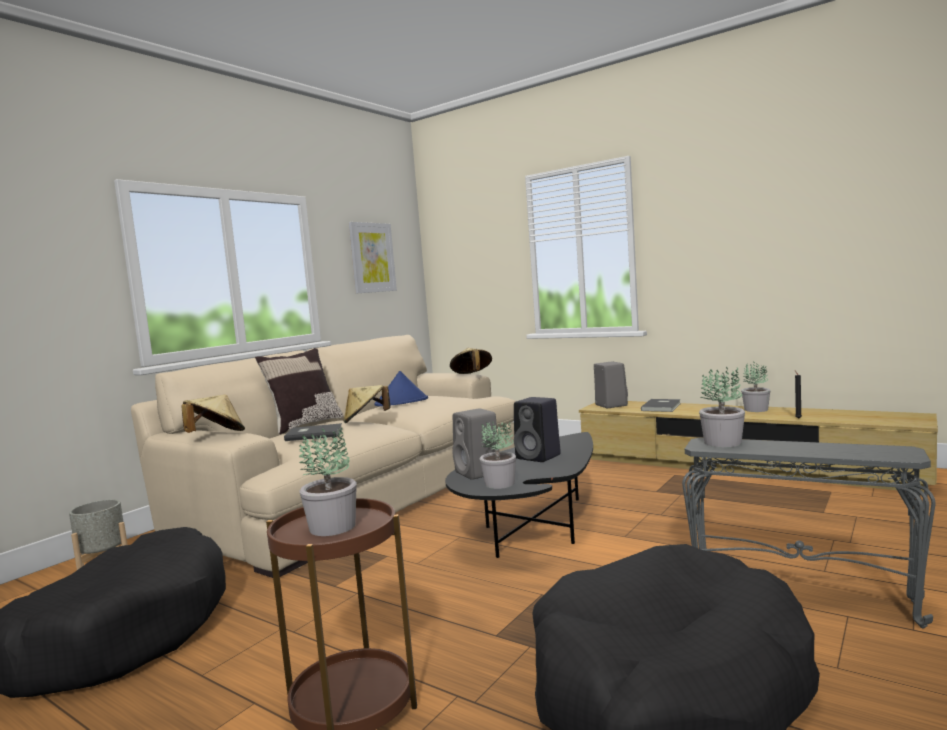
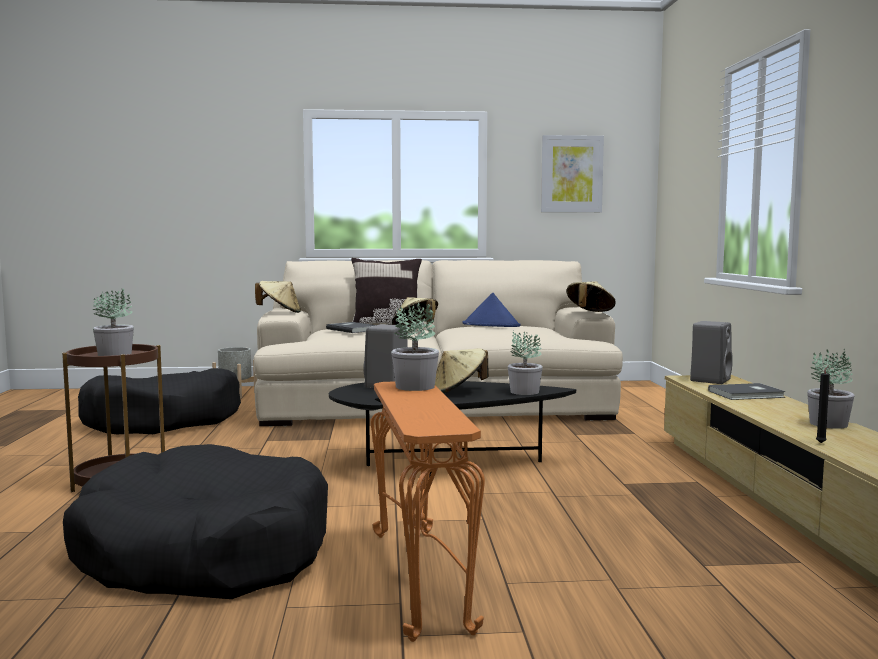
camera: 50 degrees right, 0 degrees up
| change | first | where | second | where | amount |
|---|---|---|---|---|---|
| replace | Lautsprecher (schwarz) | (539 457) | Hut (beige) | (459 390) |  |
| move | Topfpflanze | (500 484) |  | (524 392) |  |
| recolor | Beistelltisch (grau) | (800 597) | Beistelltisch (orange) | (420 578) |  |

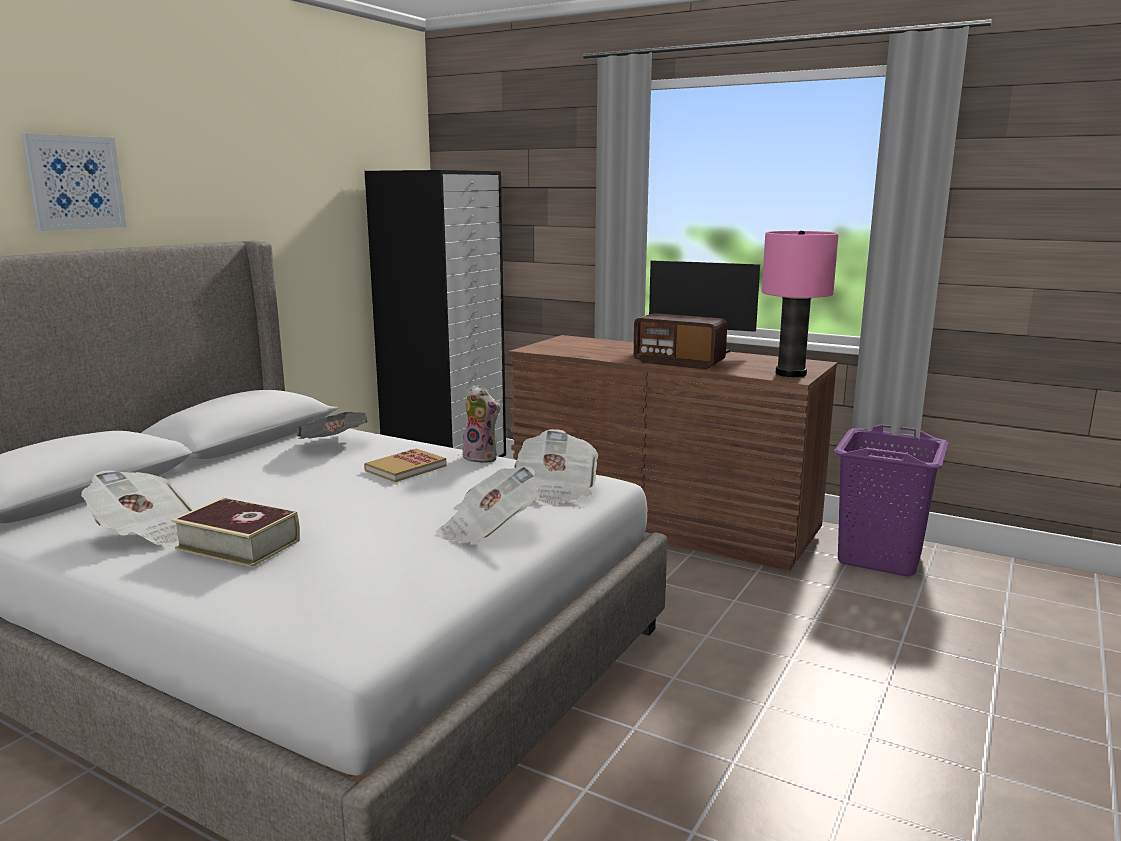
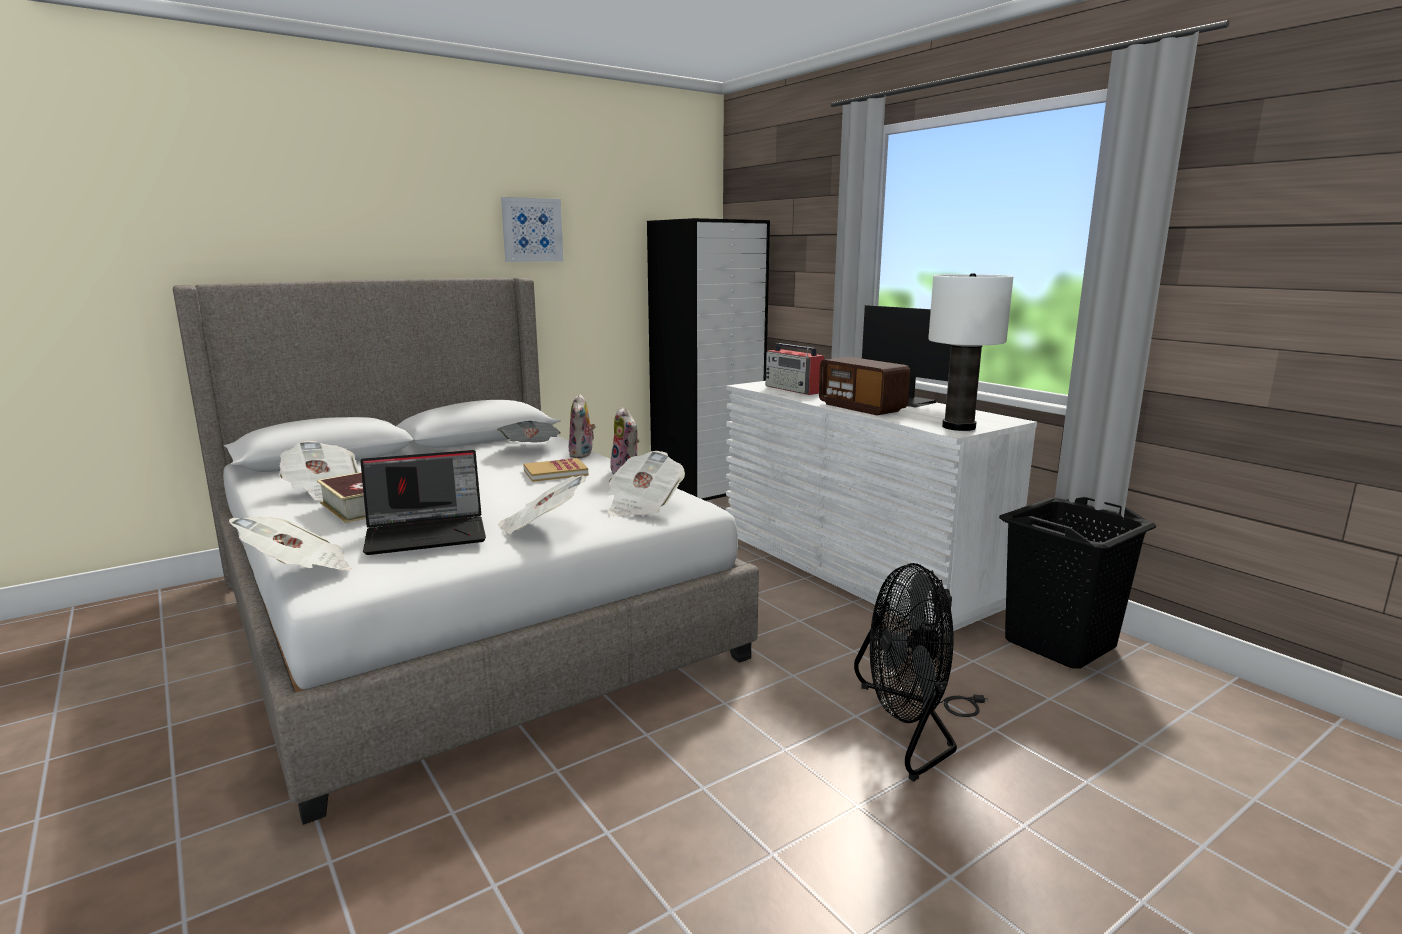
camera: 25 degrees right, 0 degrees up
| change | first | where | second | where | amount |
|---|---|---|---|---|---|
| move | Bild | (74 183) |  | (532 230) |  |
| recolor | Tischlampe (rosa) | (790 374) | Tischlampe (weiß) | (958 427) |  |
| recolor | Kommode (braun) | (662 524) | Kommode (weiß) | (855 569) |  |
| recolor | Wäschekorb (lila) | (880 557) | Wäschekorb (schwarz) | (1060 644) |  |
| insert |  |  | Radio | (794 389) |  |
| insert |  |  | Plüschtier | (582 455) |  |
| insert |  |  | Laptop | (428 533) |  |
| insert |  |  | Zeitung | (298 569) |  |
| insert |  |  | Ventilator (schwarz) | (915 724) |  |

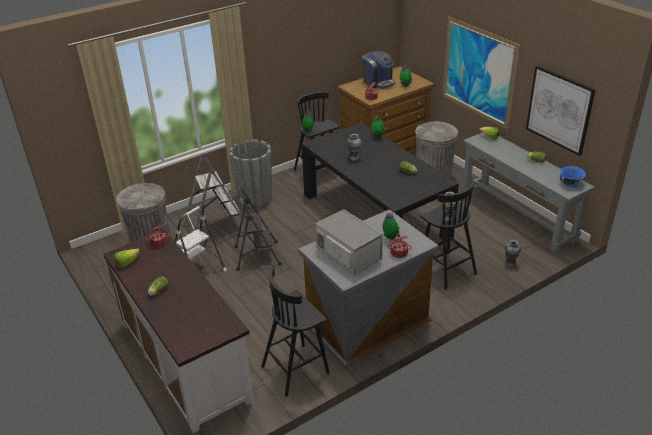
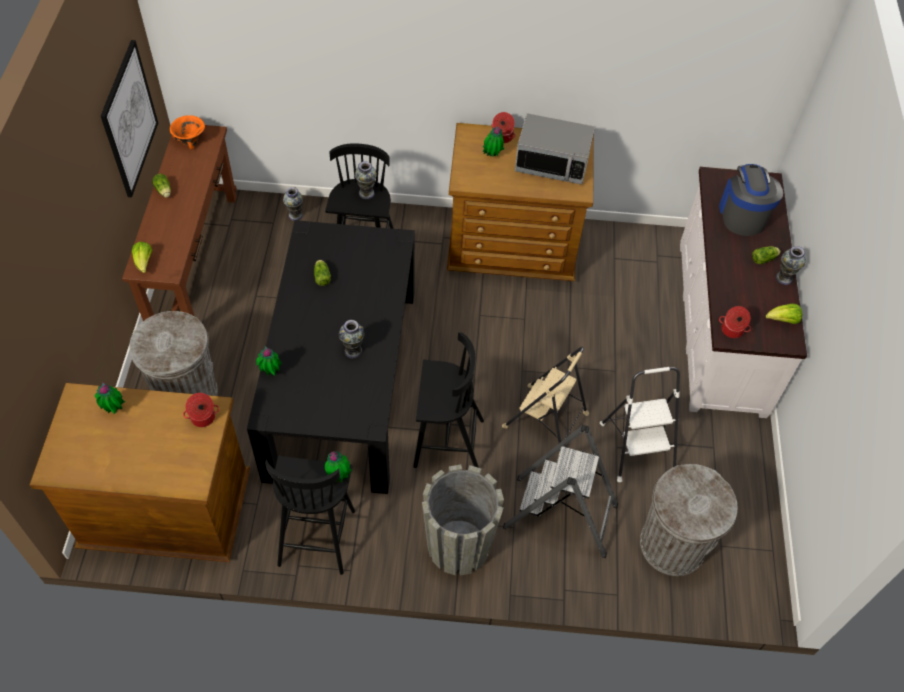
camera: 145 degrees left, 20 degrees up
| change | first | where | second | where | amount |
|---|---|---|---|---|---|
| delete | Bild | (478 72) |  |  |  |
| move | Kaffeemaschine | (378 82) |  | (742 215) |  |
| recolor | Konsolentisch (grau) | (516 216) | Konsolentisch (braun) | (195 262) |  |
| recolor | Schüssel (blau) | (570 183) | Schüssel (orange) | (190 140) |  |
| recolor | Trittleiter (schwarz) | (255 255) | Trittleiter (beige) | (548 421) |  |
| recolor | Kommode (grau) | (367 326) | Kommode (braun) | (513 247) |  |
| rotate | Mikrowelle | (348 255) |  | (552 164) | 75 degrees counterclockwise |
| move | Hocker (schwarz) | (297 368) |  | (445 443) |  |
| insert |  |  | Vase | (784 278) |  |

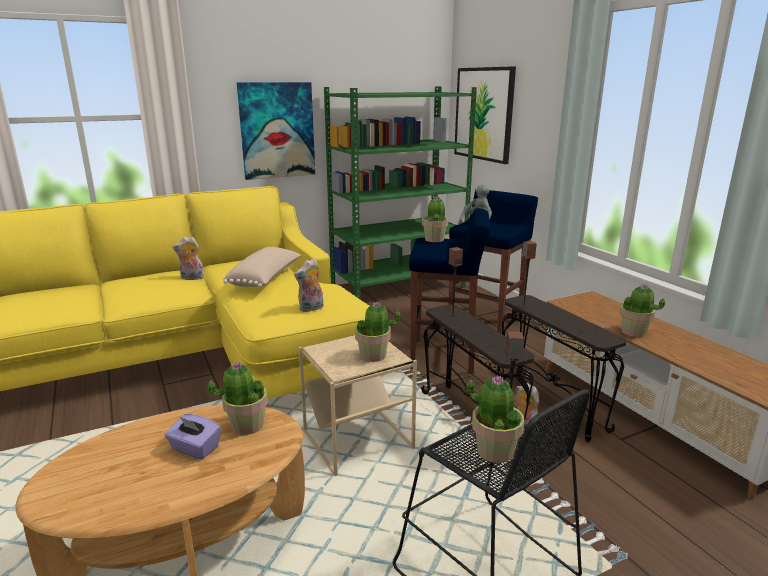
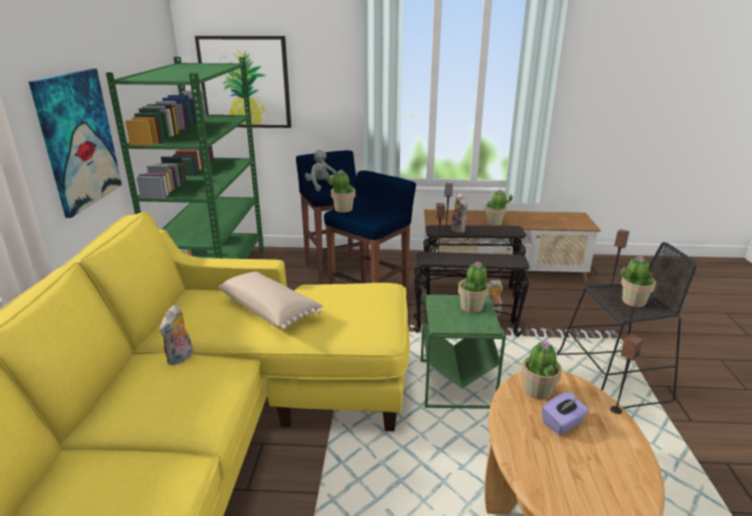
camera: 60 degrees left, 5 degrees up
| change | first | where | second | where | amount |
|---|---|---|---|---|---|
| move | Plüschtier | (311 309) |  | (459 229) |  |
| recolor | Beistelltisch (beige) | (359 440) | Beistelltisch (grün) | (456 383) |  |
| insert |  |  | Lautsprecher | (615 410) |  |

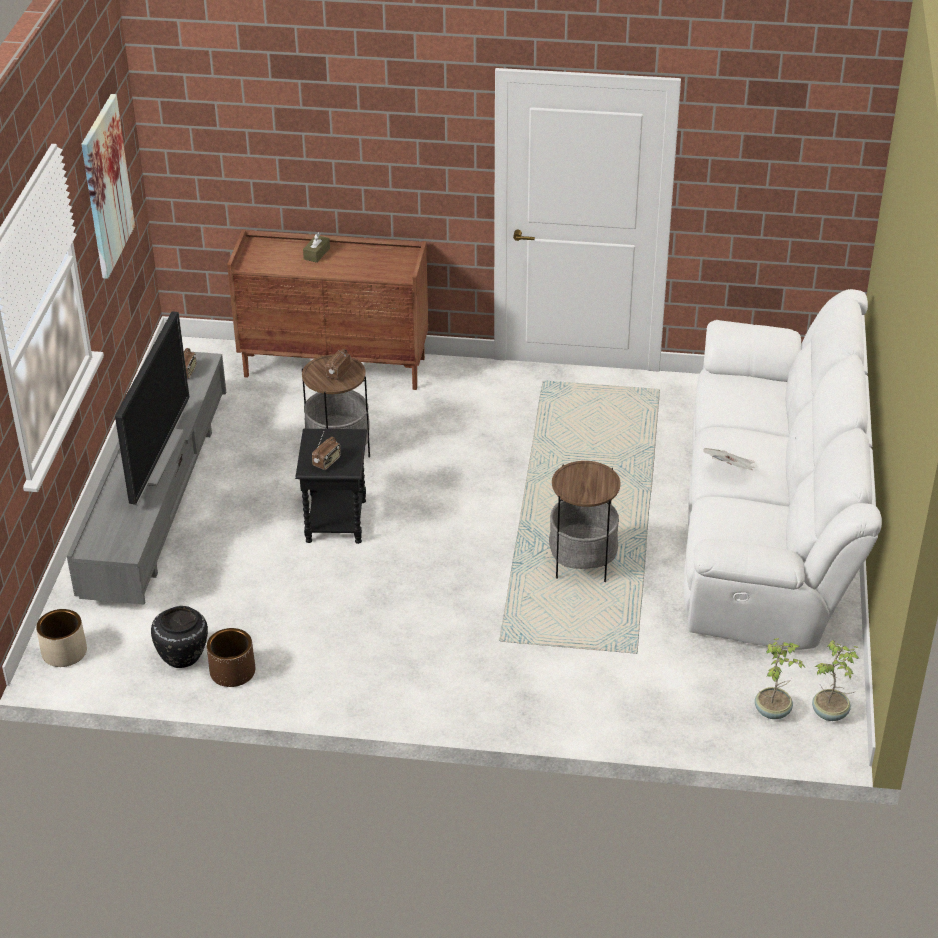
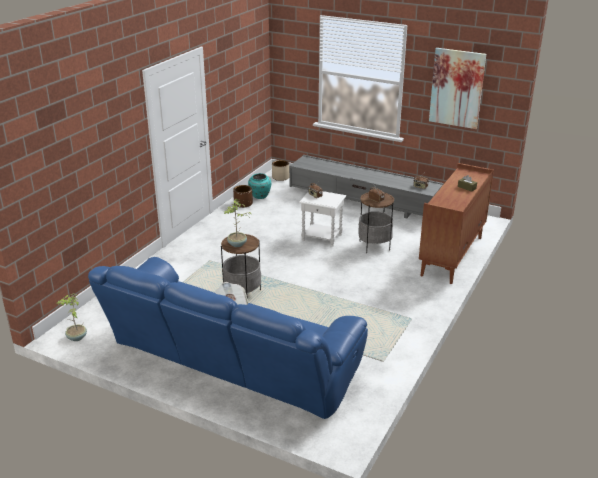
camera: 110 degrees right, 10 degrees down
| change | first | where | second | where | amount |
|---|---|---|---|---|---|
| recolor | Sofa (weiß) | (769 520) | Sofa (blau) | (229 366) |  |
| delete | Fernseher | (156 456) |  |  |  |
| recolor | Beistelltisch (schwarz) | (334 520) | Beistelltisch (weiß) | (322 237) |  |
| recolor | Vase (schwarz) | (183 657) | Vase (türkis) | (259 196) |  |
| move | Topfpflanze | (773 711) |  | (237 244) |  |

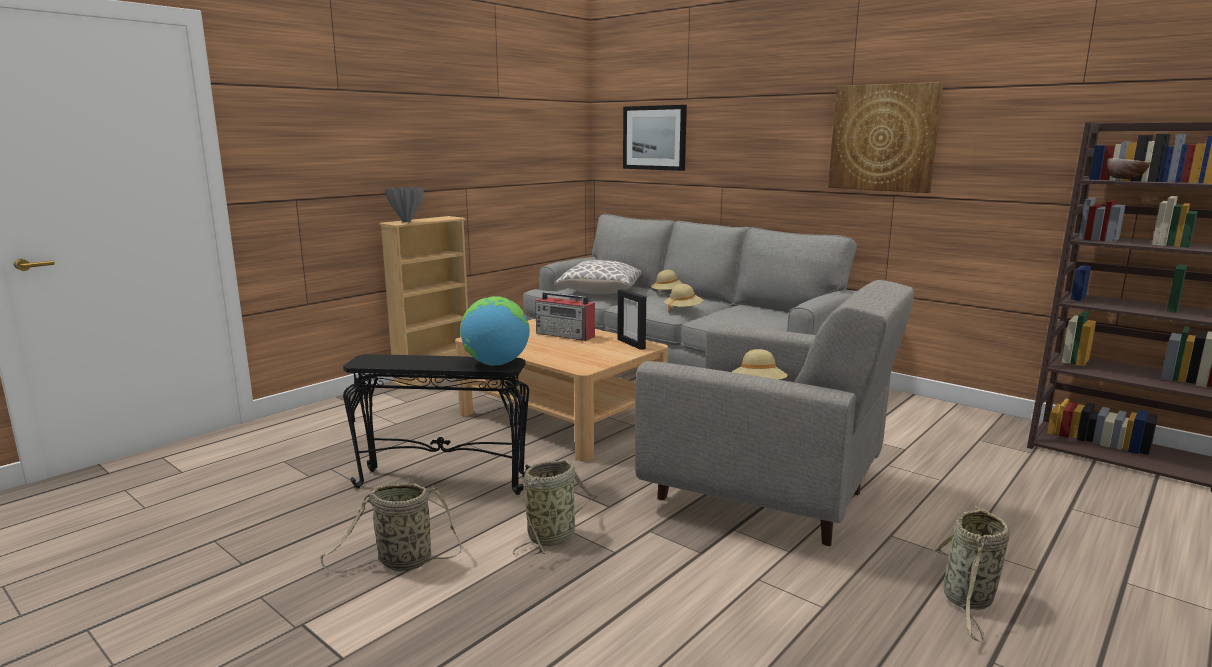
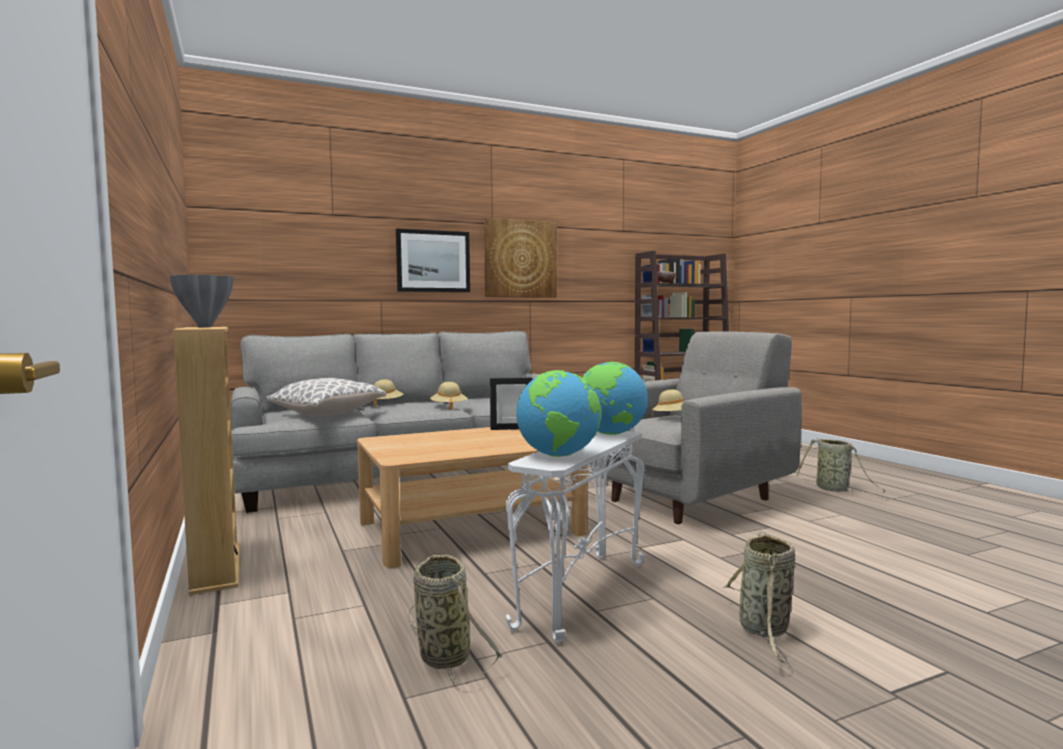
camera: 65 degrees left, 10 degrees down
| change | first | where | second | where | amount |
|---|---|---|---|---|---|
| move | Bild | (654 138) |  | (433 261) |  |
| delete | Radio | (565 335) |  |  |  |
| recolor | Beistelltisch (schwarz) | (442 482) | Beistelltisch (weiß) | (582 594) |  |
| move | Korb | (554 536) |  | (443 655) |  |
| insert |  |  | Globus | (559 455) |  |

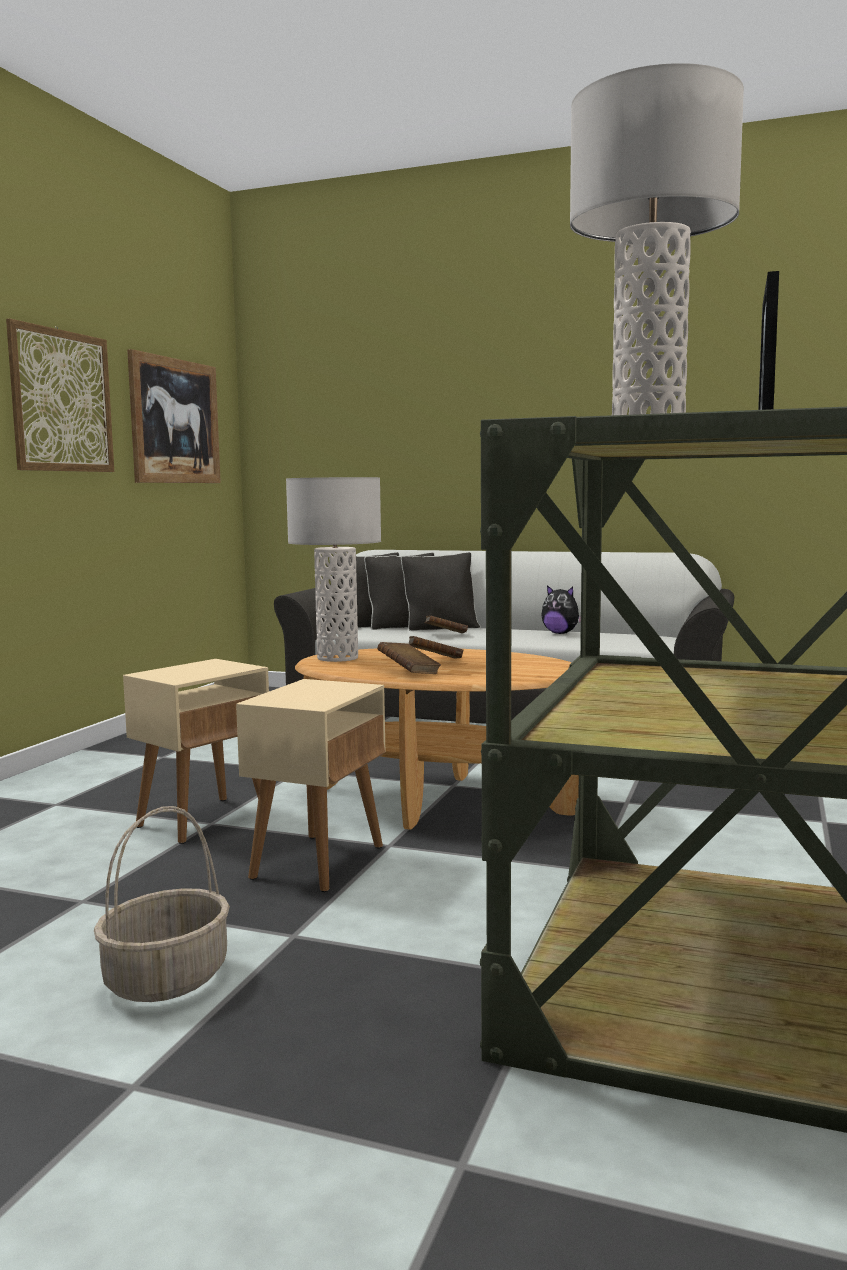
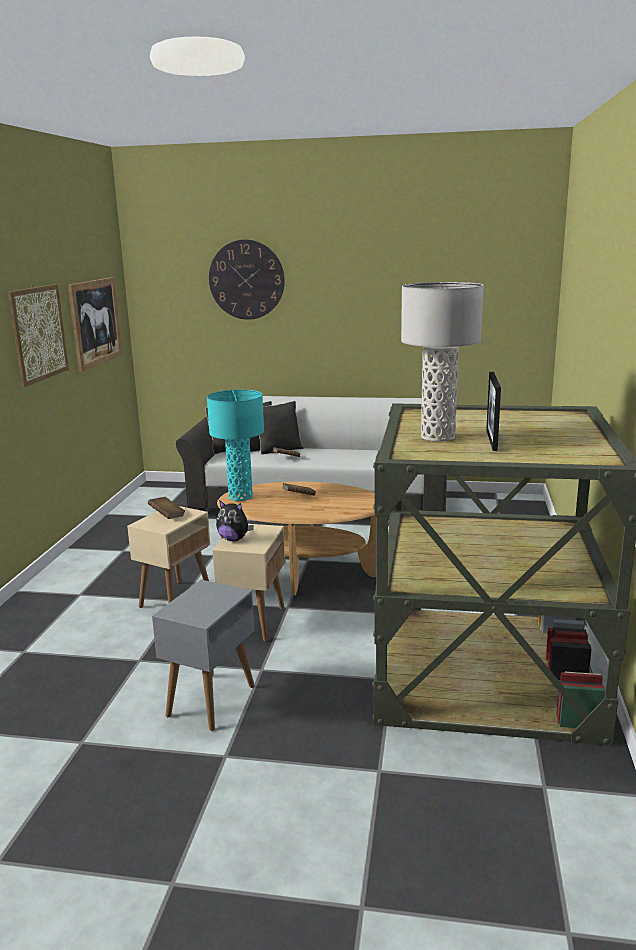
camera: 10 degrees left, 10 degrees up
| change | first | where | second | where | amount |
|---|---|---|---|---|---|
| recolor | Tischlampe (weiß) | (337 658) | Tischlampe (türkis) | (240 497) |  |
| move | Plüschtier | (561 633) |  | (234 539) |  |
| move | Buch (braun) | (409 673) |  | (167 516) |  |
| replace | Korb | (166 979) | Beistelltisch (grau) | (210 701) |  |
| insert |  |  | Wanduhr | (246 280) |  |

